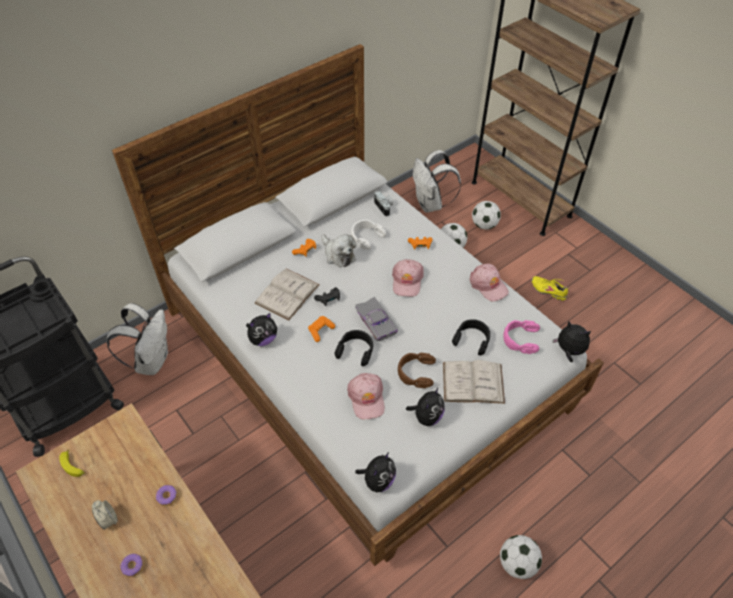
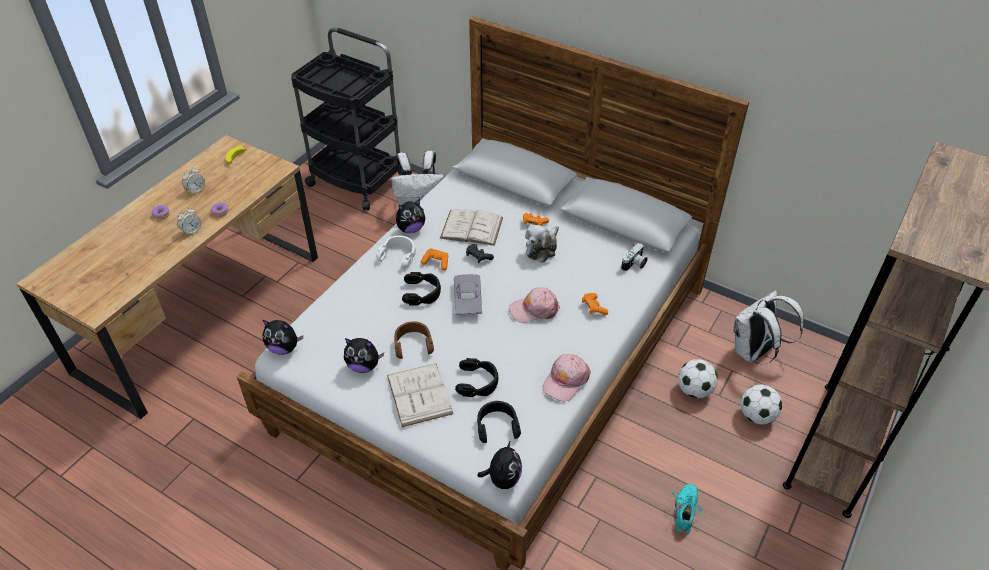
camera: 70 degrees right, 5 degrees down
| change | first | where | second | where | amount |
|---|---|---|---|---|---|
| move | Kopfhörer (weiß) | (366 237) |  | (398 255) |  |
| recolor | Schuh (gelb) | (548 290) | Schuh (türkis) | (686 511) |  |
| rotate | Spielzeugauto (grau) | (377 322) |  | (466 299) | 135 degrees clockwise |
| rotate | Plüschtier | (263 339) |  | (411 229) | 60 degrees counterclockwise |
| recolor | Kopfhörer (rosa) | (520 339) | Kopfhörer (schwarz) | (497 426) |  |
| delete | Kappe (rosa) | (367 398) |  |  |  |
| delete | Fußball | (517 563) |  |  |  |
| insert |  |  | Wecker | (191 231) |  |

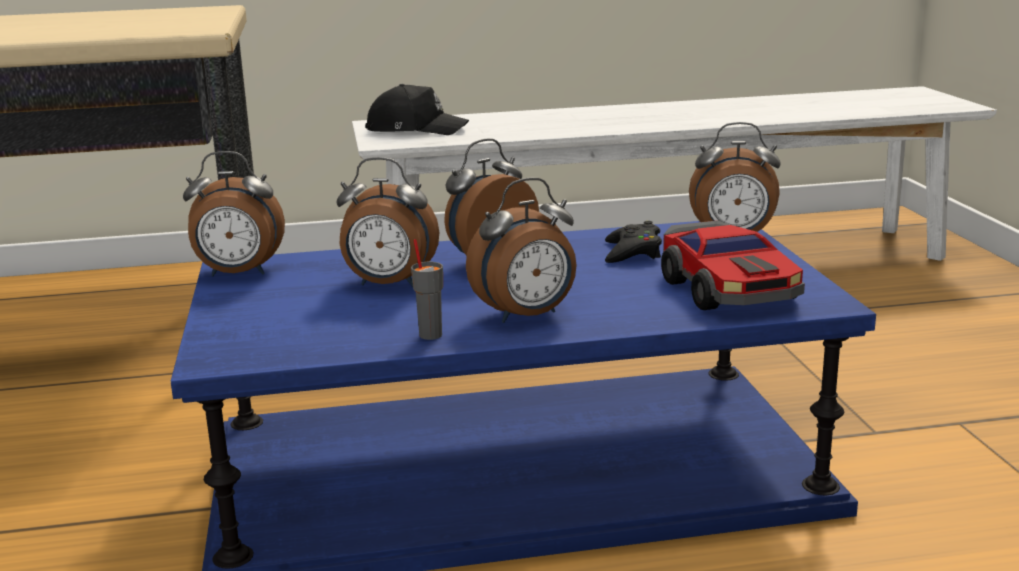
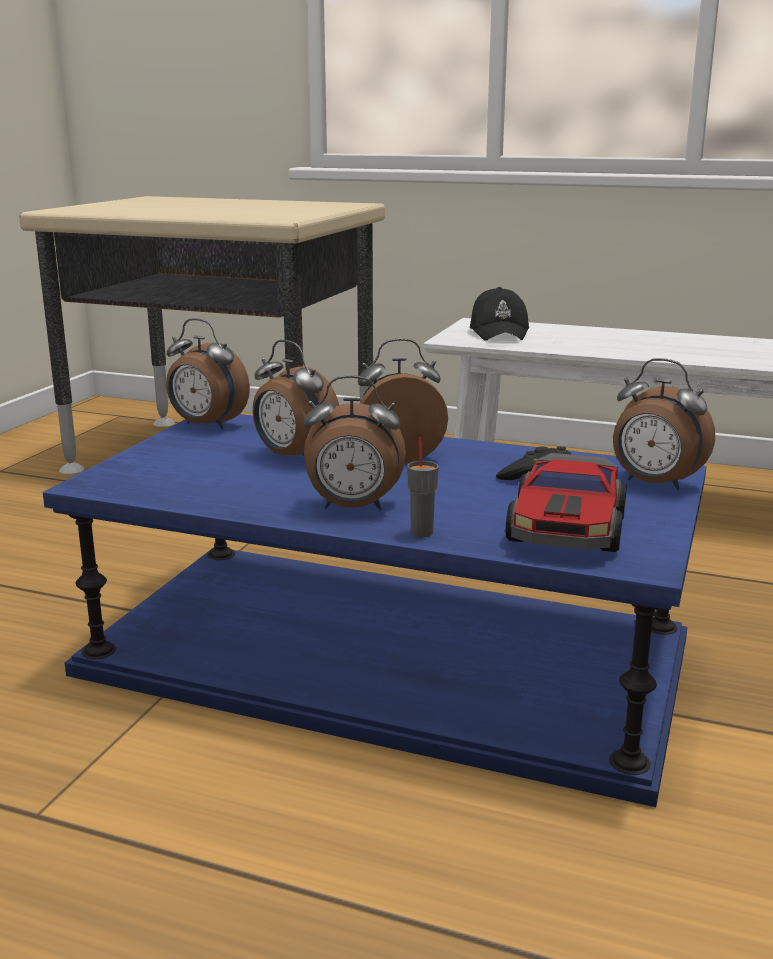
camera: 30 degrees right, 0 degrees up
| change | first | where | second | where | amount |
|---|---|---|---|---|---|
| rotate | Kappe (schwarz) | (416 129) |  | (499 332) | 45 degrees clockwise |
| move | Tasse (grau) | (430 334) |  | (422 532) |  |

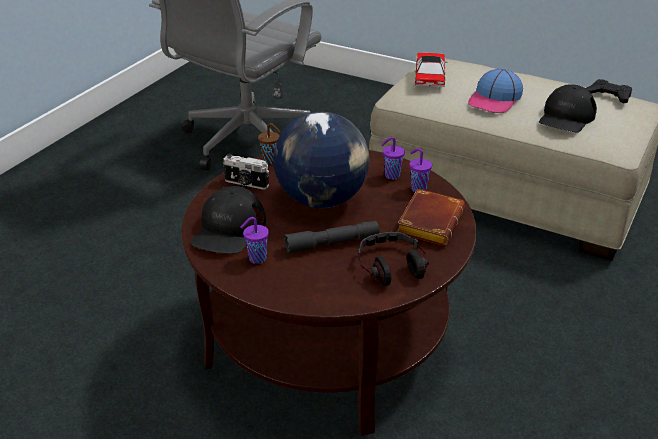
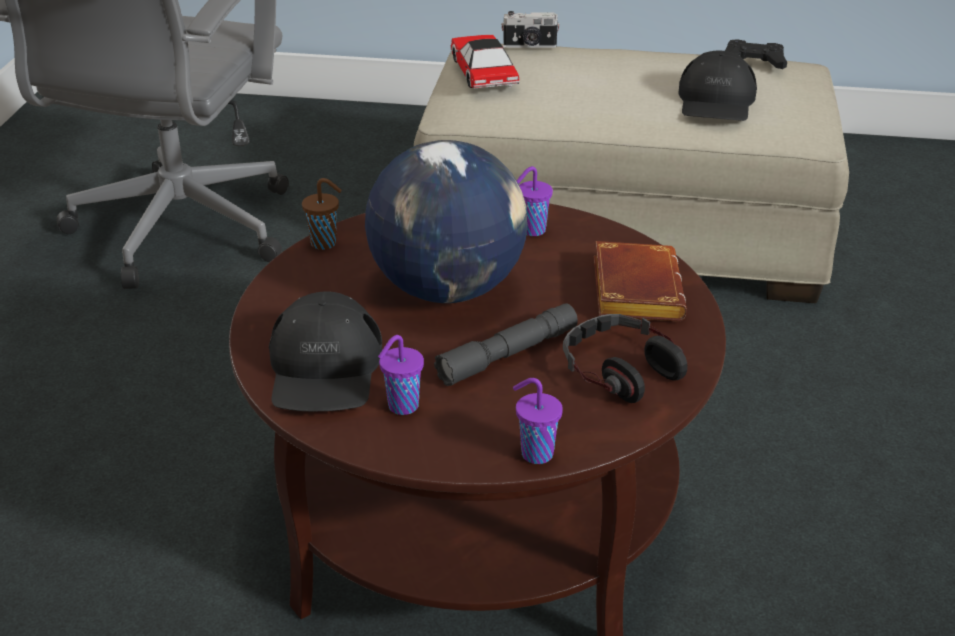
camera: 20 degrees left, 0 degrees up
| change | first | where | second | where | amount |
|---|---|---|---|---|---|
| delete | Kappe | (495 100) |  |  |  |
| move | Tasse (lila) | (418 188) |  | (535 453) |  |
| move | Kamera | (246 184) |  | (530 46) |  |

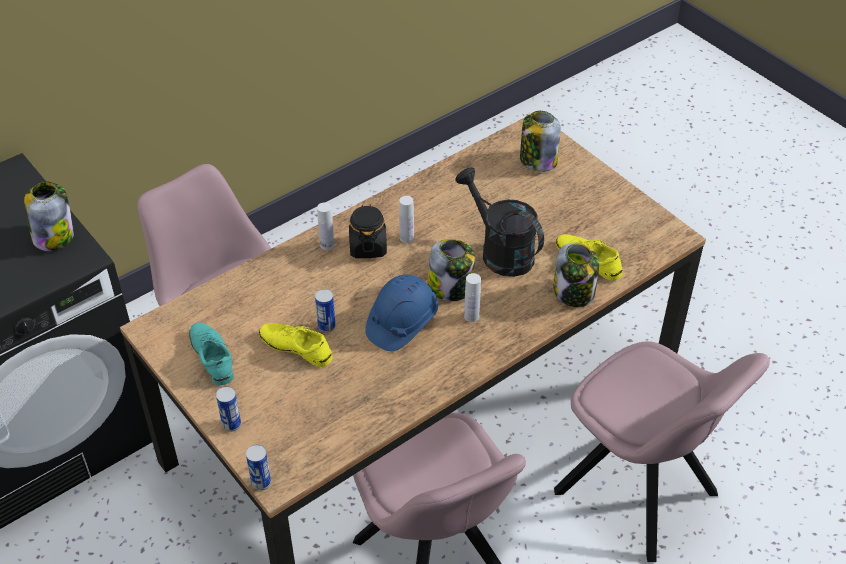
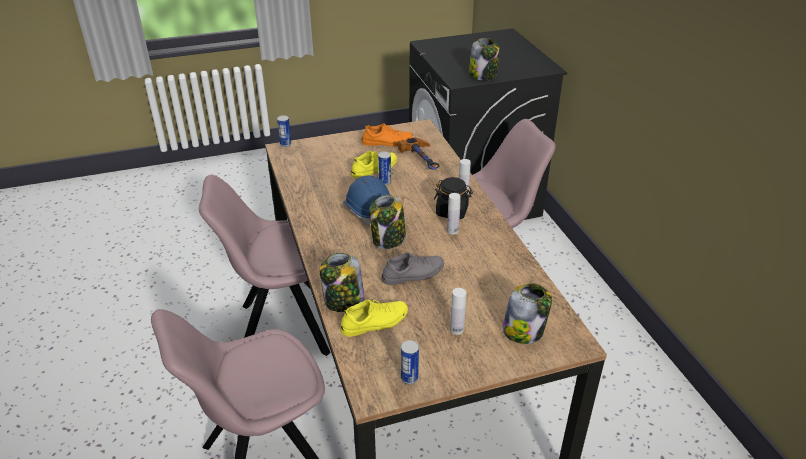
camera: 110 degrees right, 10 degrees down
| change | first | where | second | where | amount |
|---|---|---|---|---|---|
| replace | Gießkanne (schwarz) | (500 251) | Schuh (grau) | (413 274) |  |
| move | Flasche (weiß) | (471 316) |  | (456 329) |  |
| recolor | Schuh (türkis) | (212 356) | Schuh (orange) | (387 142) |  |
| move | Dose | (231 424) |  | (409 378) |  |
| insert |  |  | Hammer | (423 161) |  |

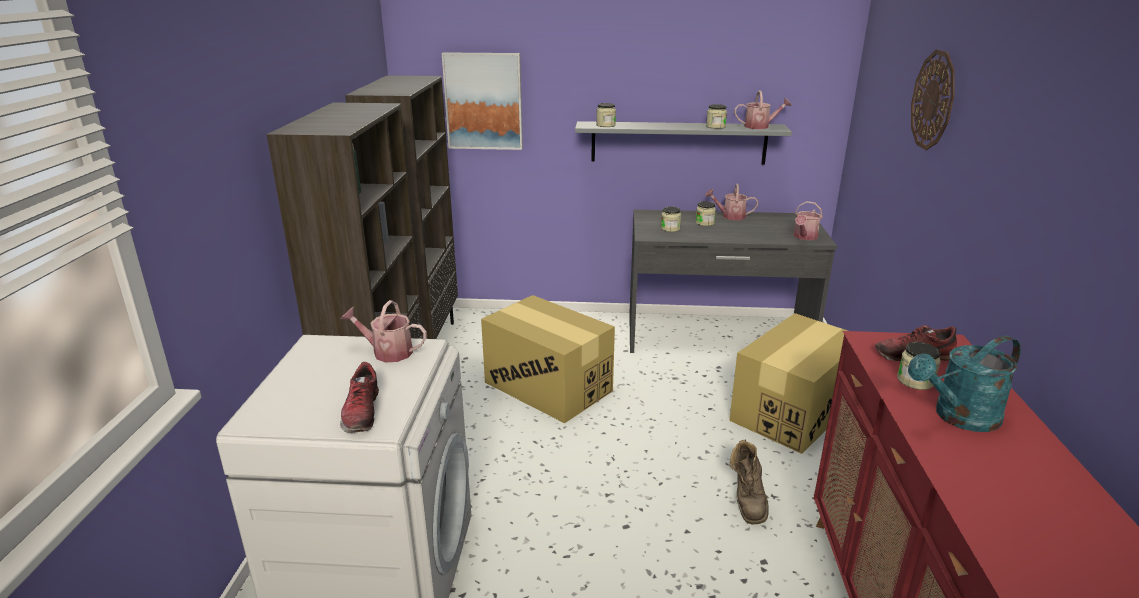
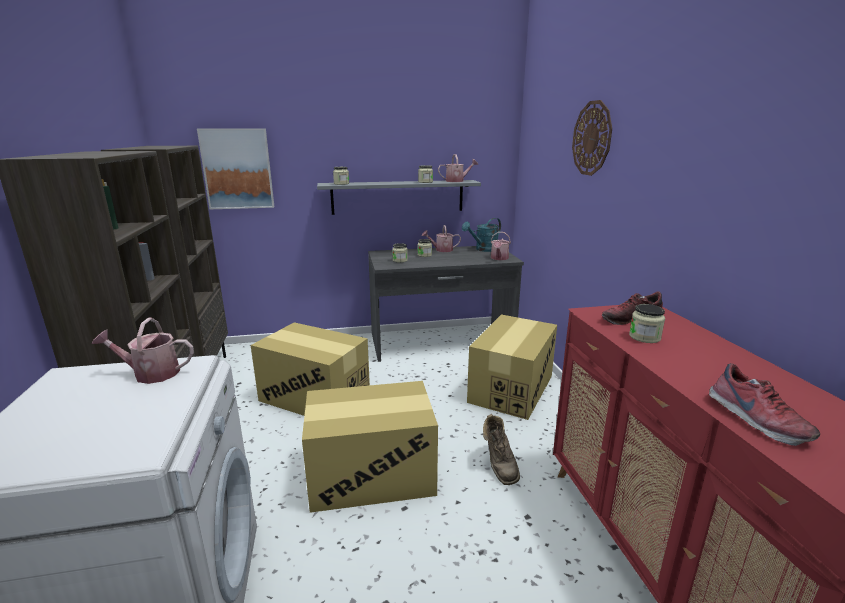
camera: 15 degrees left, 5 degrees down
| change | first | where | second | where | amount |
|---|---|---|---|---|---|
| move | Gießkanne (türkis) | (958 417) |  | (483 249) |  |
| move | Schuh | (360 411) |  | (754 420) |  |
| insert |  |  | Karton | (372 474) |  |

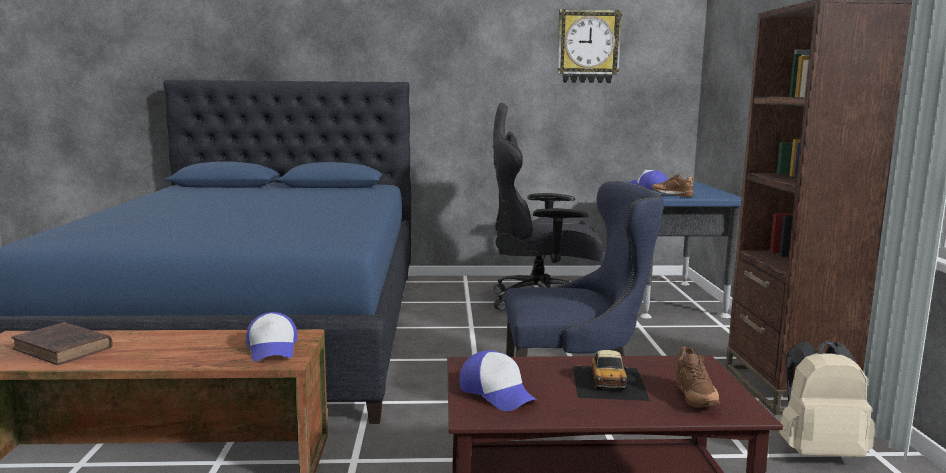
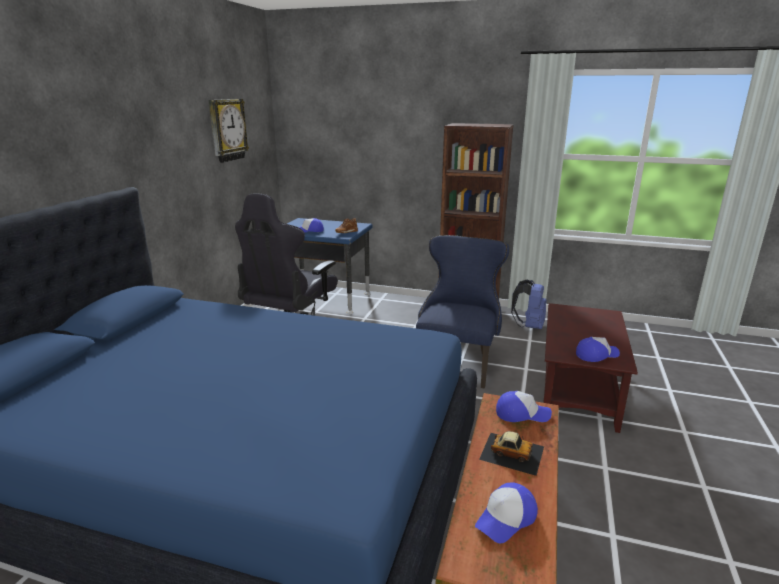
camera: 70 degrees left, 10 degrees up
| change | first | where | second | where | amount |
|---|---|---|---|---|---|
| replace | Buch (braun) | (64 349) | Kappe | (506 519) |  |
| recolor | Rucksack (beige) | (817 452) | Rucksack (blau) | (529 326) |  |
| delete | Schuh (braun) | (694 399) |  |  |  |
| move | Spielzeugauto | (609 382) |  | (511 452) |  |

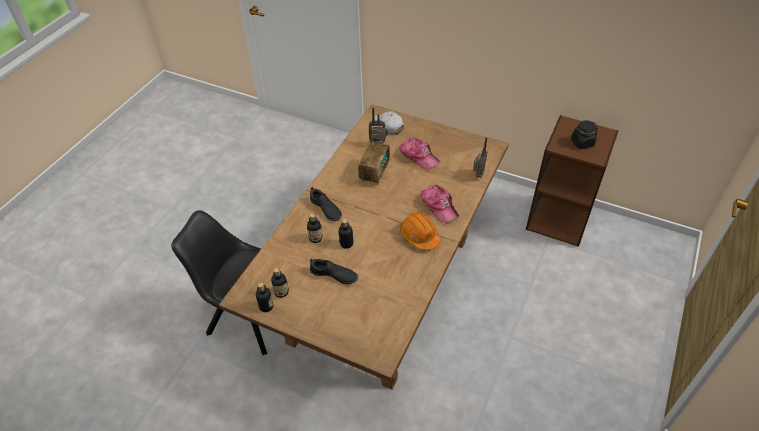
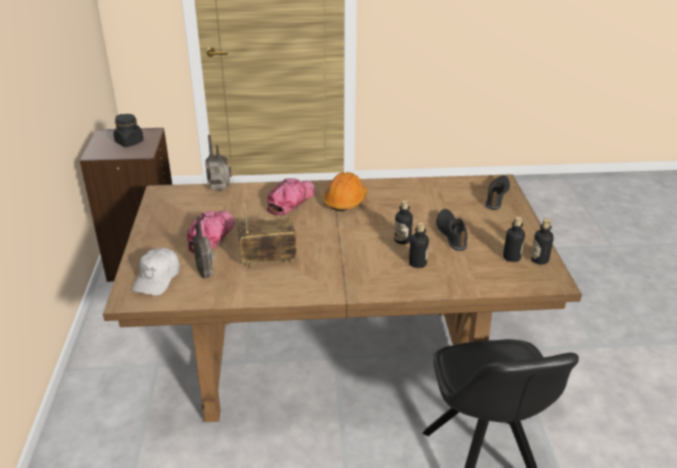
camera: 120 degrees left, 15 degrees down
| change | first | where | second | where | amount |
|---|---|---|---|---|---|
| move | Schuh (schwarz) | (326 209) |  | (497 196) |  |

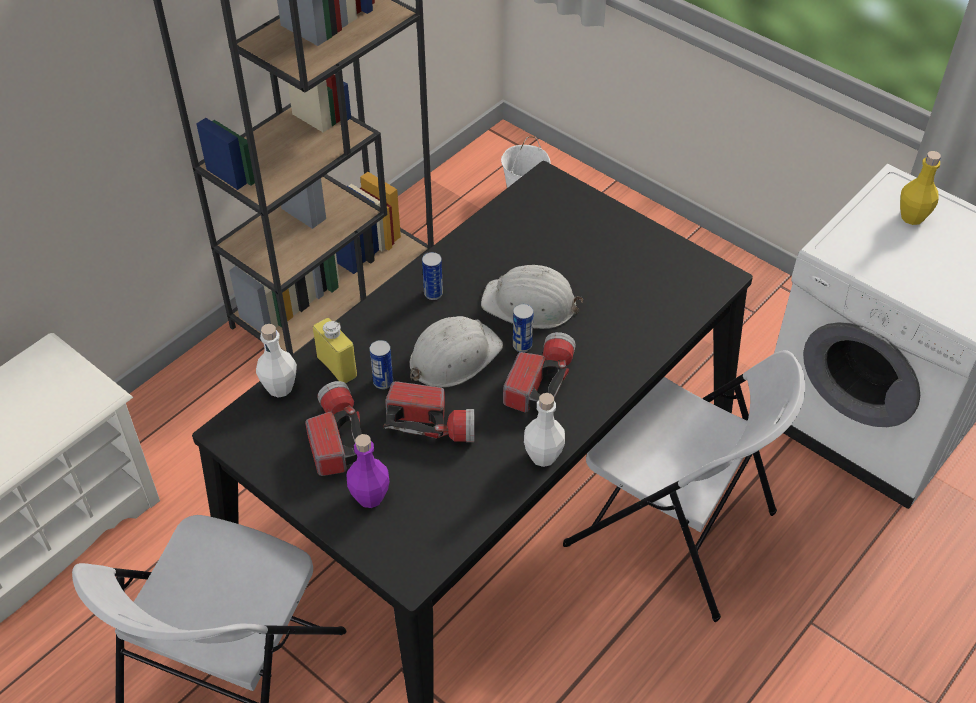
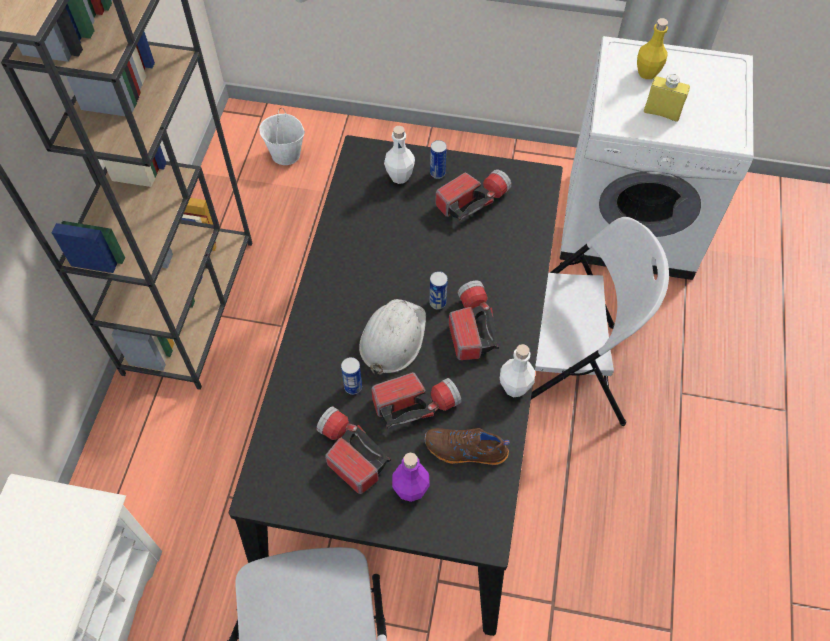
camera: 30 degrees left, 10 degrees up
| change | first | where | second | where | amount |
|---|---|---|---|---|---|
| move | Dose | (433 293) |  | (437 173) |  |
| delete | Schutzhelm (weiß) | (530 304) |  |  |  |
| move | Flasche (gelb) | (337 367) |  | (661 113) |  |
| move | Flasche (weiß) | (280 388) |  | (399 176) |  |
| insert |  |  | Taschenlampe | (472 200) |  |
| insert |  |  | Schuh (braun) | (465 451) |  |

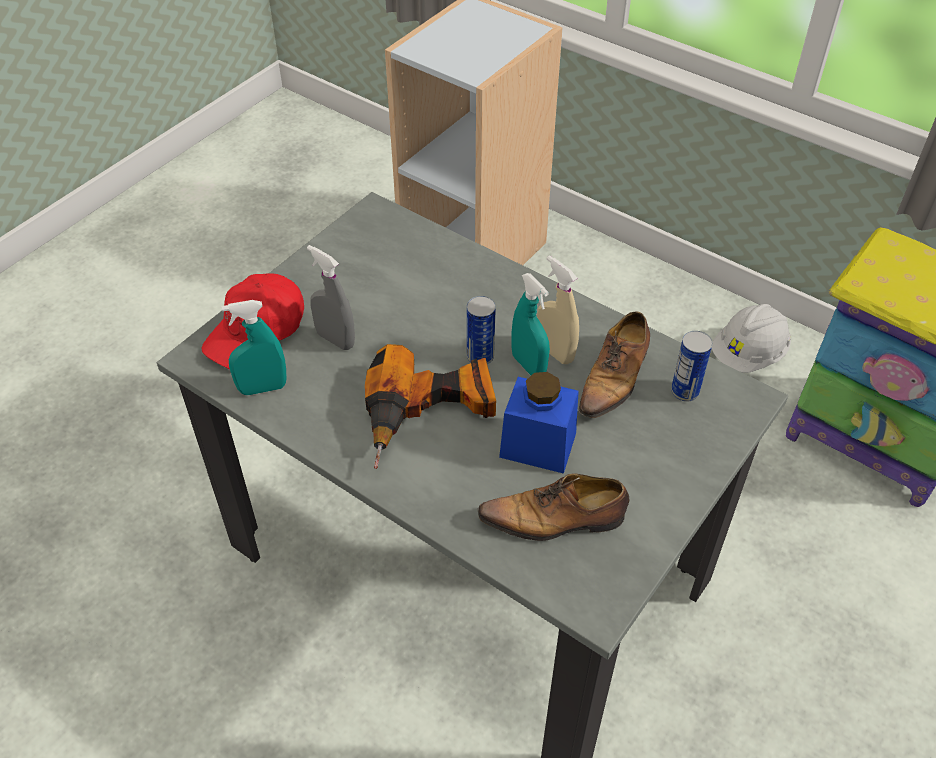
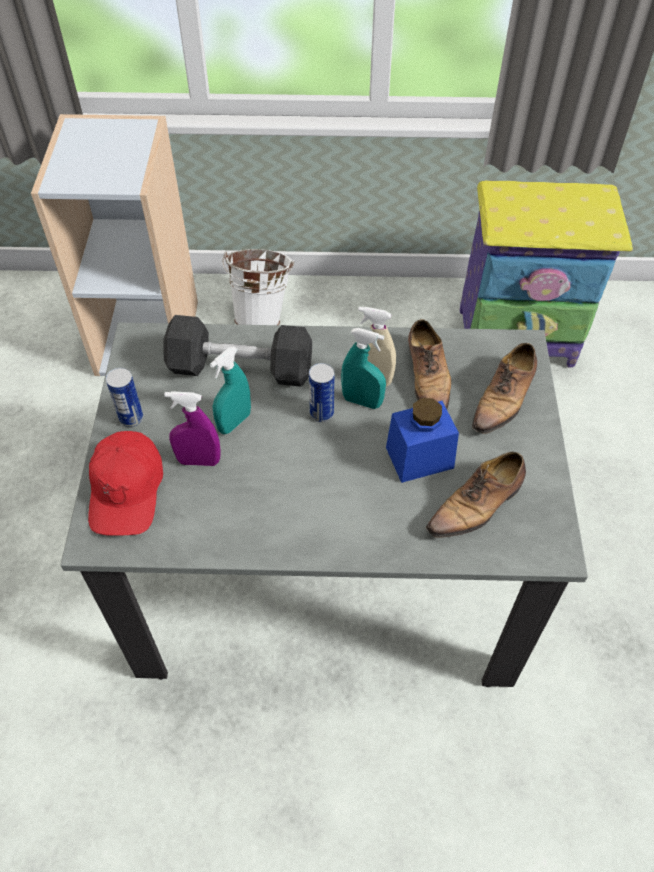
camera: 35 degrees left, 5 degrees up
| change | first | where | second | where | amount |
|---|---|---|---|---|---|
| recolor | Sprühflasche (grau) | (335 339) | Sprühflasche (lila) | (199 461) |  |
| move | Sprühflasche (türkis) | (263 388) |  | (234 422) |  |
| delete | Schutzhelm (weiß) | (748 355) |  |  |  |
| move | Dose | (685 391) |  | (131 418) |  |
| delete | Bohrmaschine | (430 414) |  |  |  |
| insert |  |  | Eimer (weiß) | (262 315) |  |
| insert |  |  | Hantel (grau) | (241 368) |  |
| insert |  |  | Schuh | (504 399) |  |

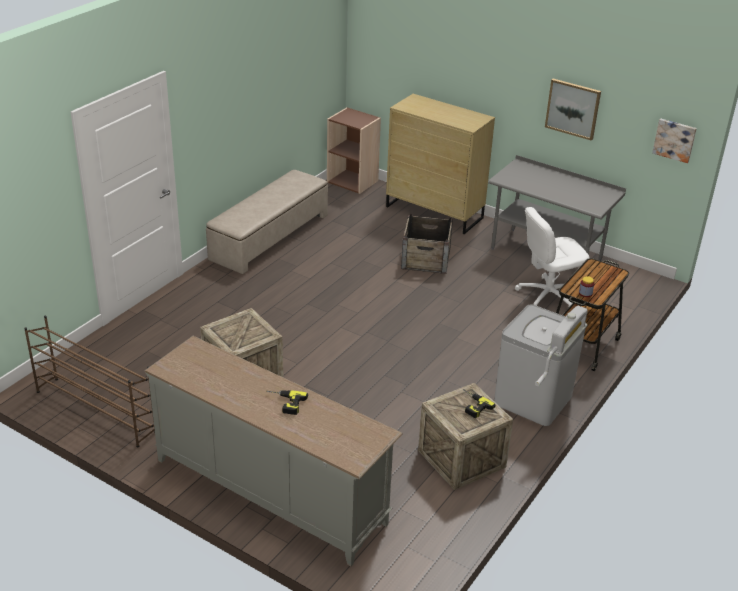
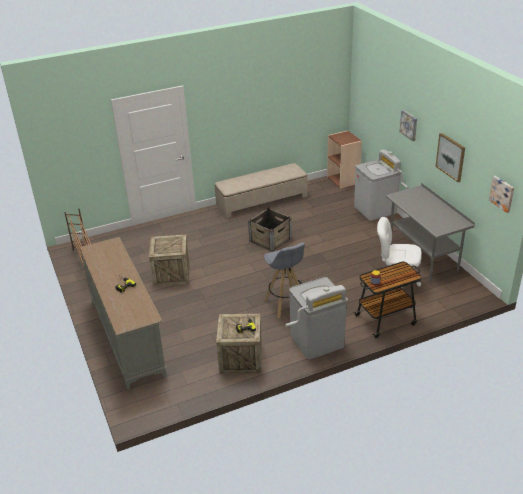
camera: 35 degrees right, 0 degrees up
| change | first | where | second | where | amount |
|---|---|---|---|---|---|
| replace | Kommode (beige) | (434 212) | Waschmaschine (grau) | (376 211) |  |
| move | Kiste | (426 259) |  | (270 239) |  |
| insert |  |  | Bild | (409 125) |  |
| insert |  |  | Hocker (grau) | (286 305) |  |

